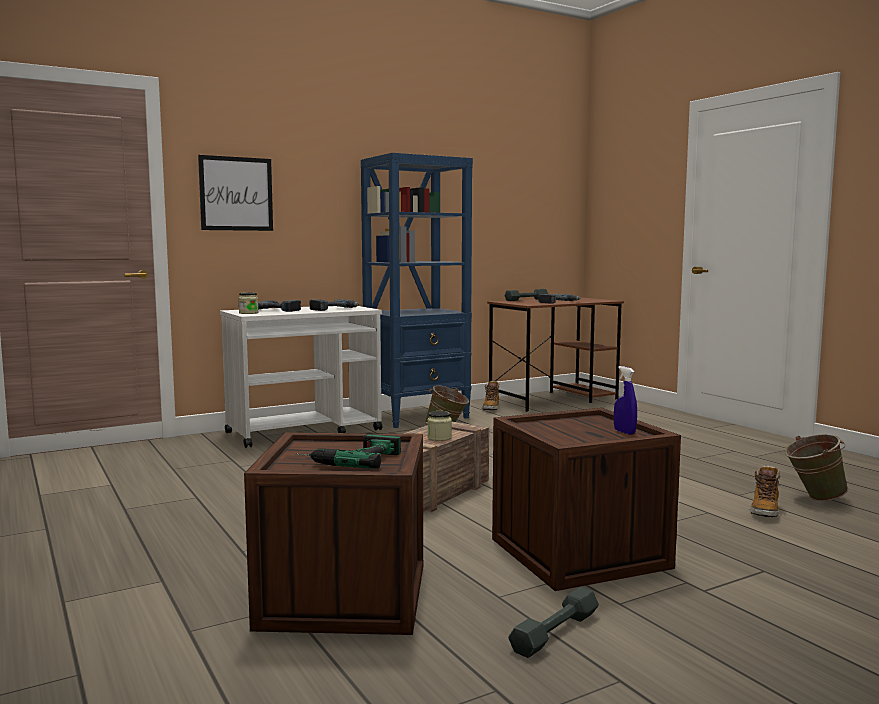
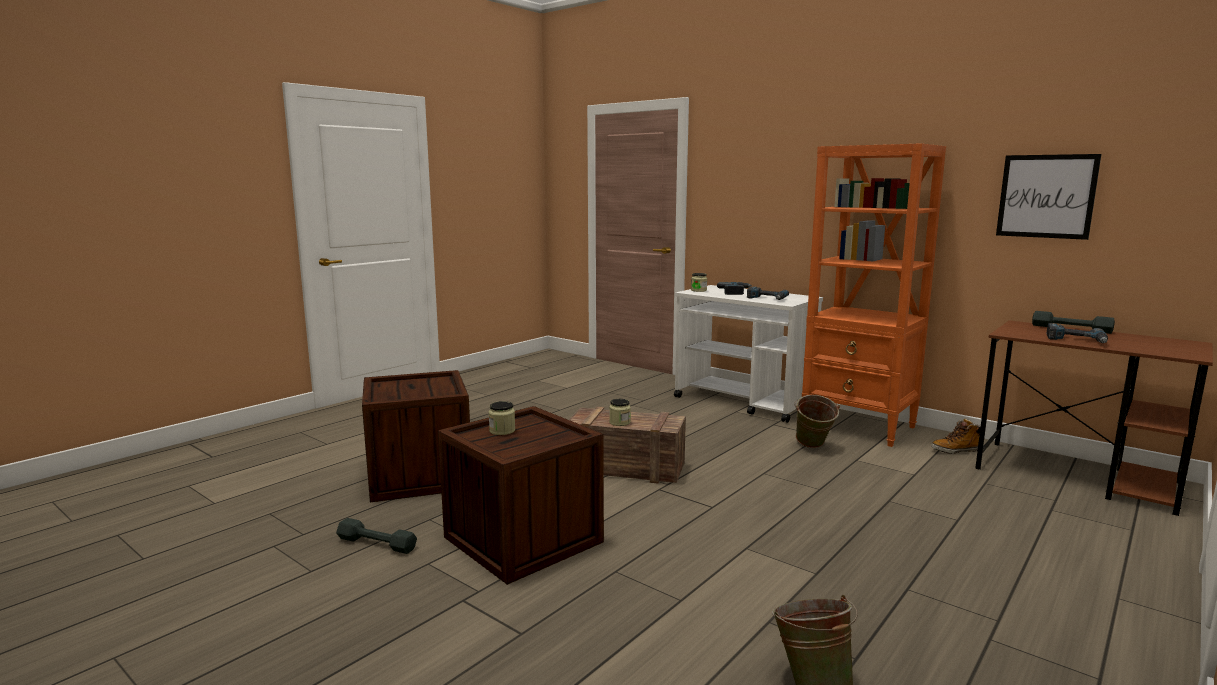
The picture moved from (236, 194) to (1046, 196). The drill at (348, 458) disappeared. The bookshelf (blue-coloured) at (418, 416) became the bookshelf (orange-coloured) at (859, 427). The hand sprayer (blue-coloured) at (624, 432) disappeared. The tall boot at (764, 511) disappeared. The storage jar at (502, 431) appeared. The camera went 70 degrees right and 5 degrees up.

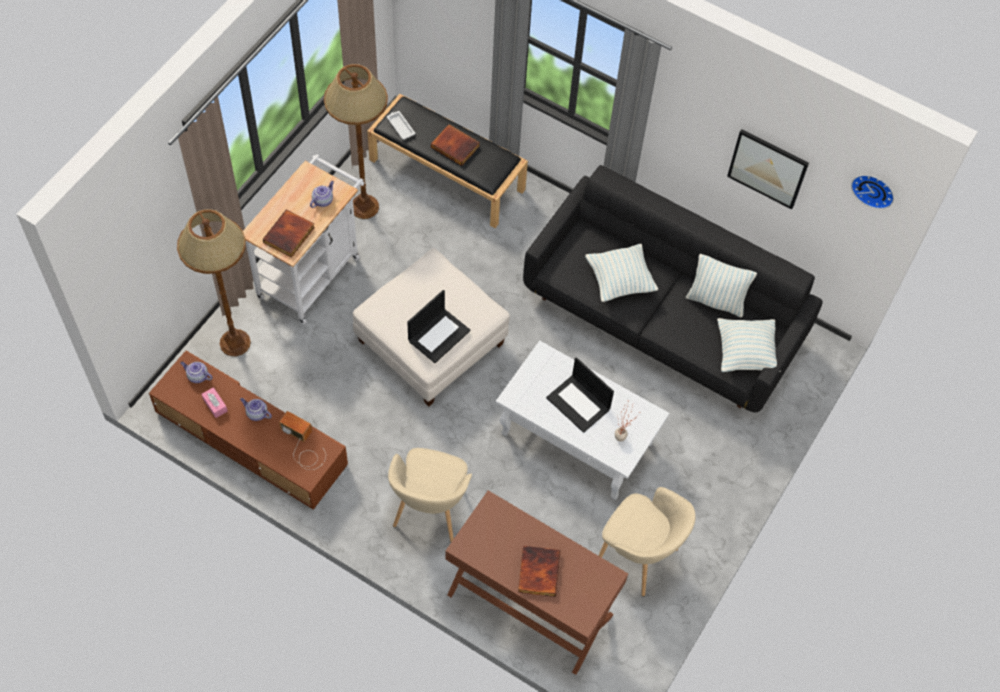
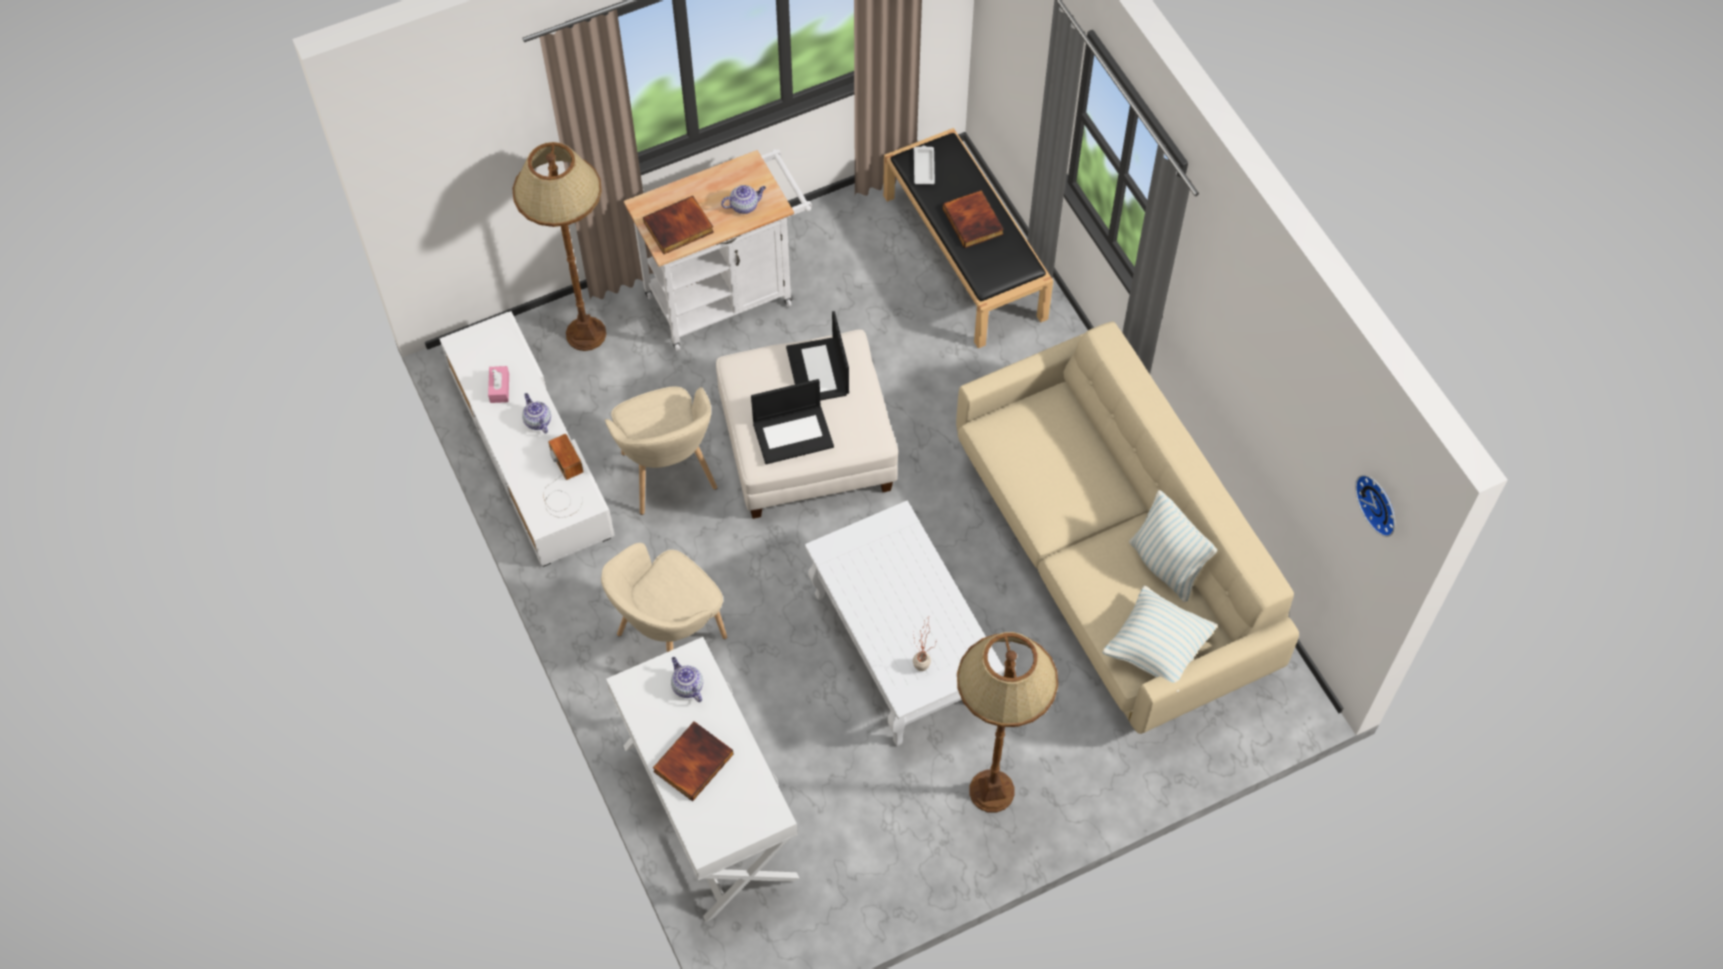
The media console (brownish) at (251, 439) became the media console (white-coloured) at (530, 451). The teapot moved from (197, 376) to (687, 686). The standard lamp (brownish) moved from (364, 207) to (991, 791). The hall table (brownish) at (529, 605) became the hall table (white-coloured) at (708, 811). The settee (blackish) at (662, 319) became the settee (beige-coloured) at (1109, 561). The notebook computer moved from (579, 403) to (818, 371). The throw pillow at (619, 281) disappeared. The armchair (beige-coloured) moved from (639, 558) to (668, 475). The picture at (767, 168) disappeared. The camera went 35 degrees right and 0 degrees up.

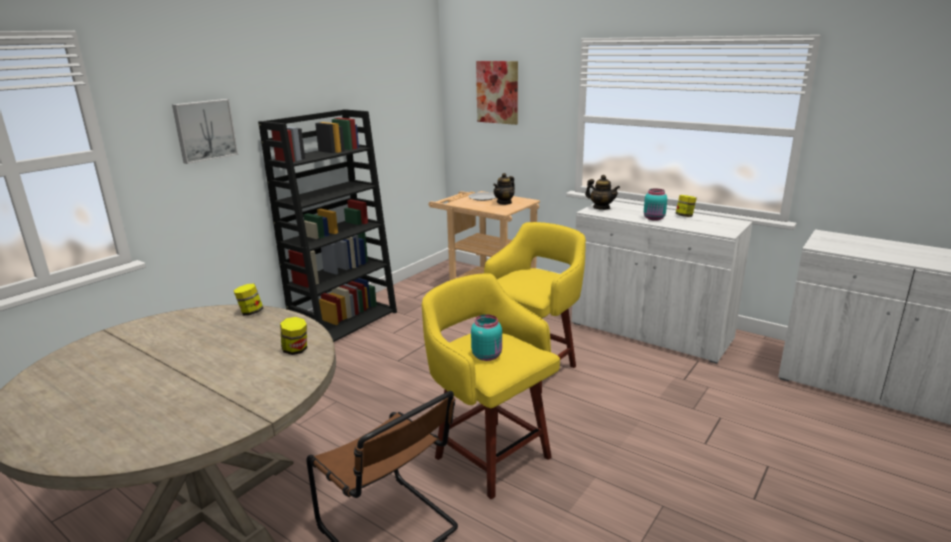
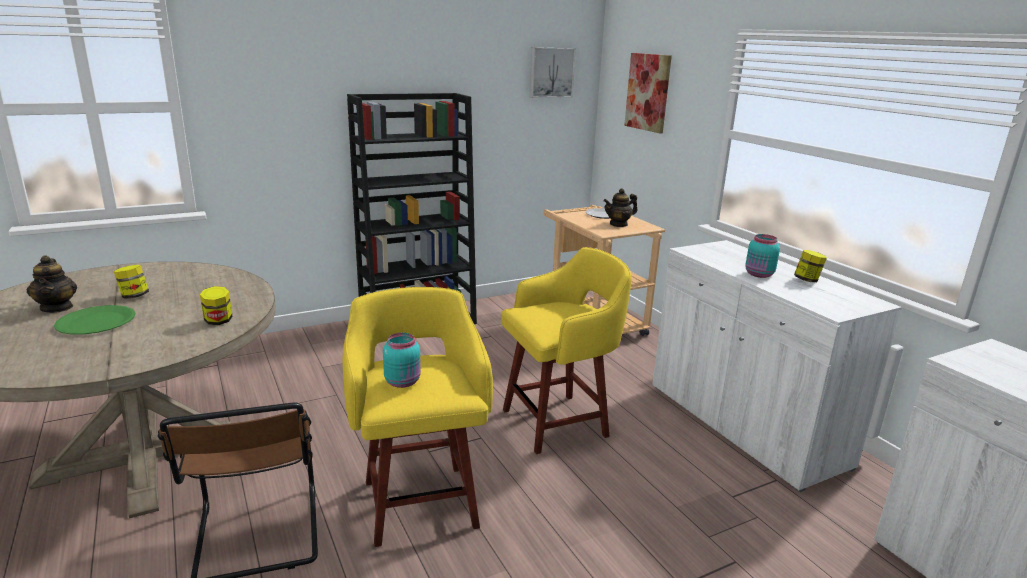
The picture moved from (204, 130) to (551, 72). The storage jar moved from (250, 312) to (134, 296). The teapot moved from (601, 208) to (57, 308). The plate (green-coloured) at (96, 322) appeared. The camera went 25 degrees right and 0 degrees up.

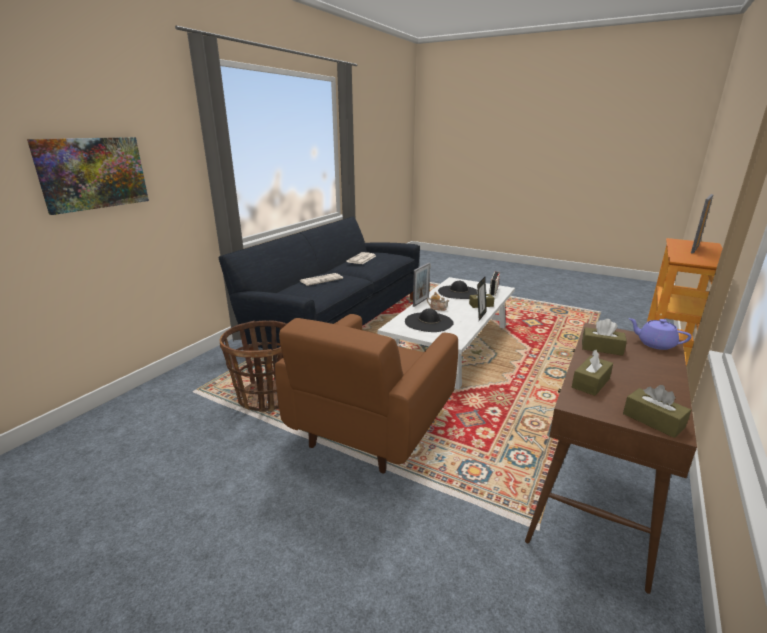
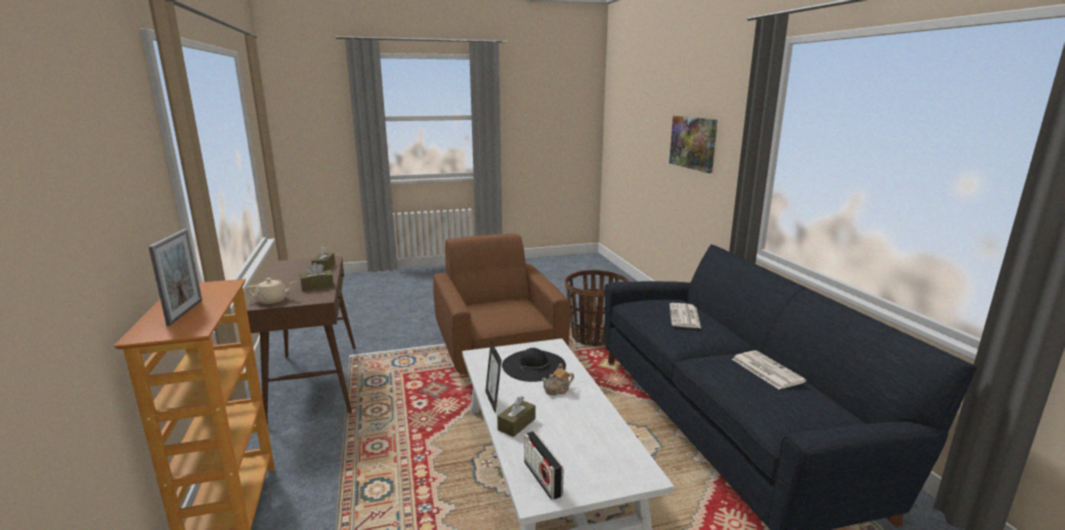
The picture frame at (421, 302) disappeared. The clothing hat (blackish) at (458, 292) disappeared. The tissue holder (brownish) at (653, 420) disappeared. The teapot (purple-coloured) at (655, 344) became the teapot (beige-coloured) at (273, 300). The camera went 135 degrees right and 5 degrees down.

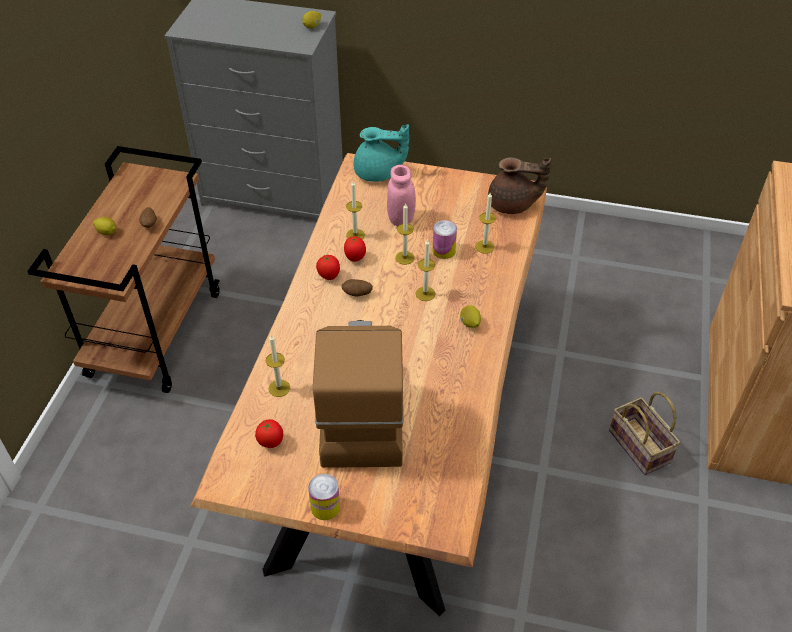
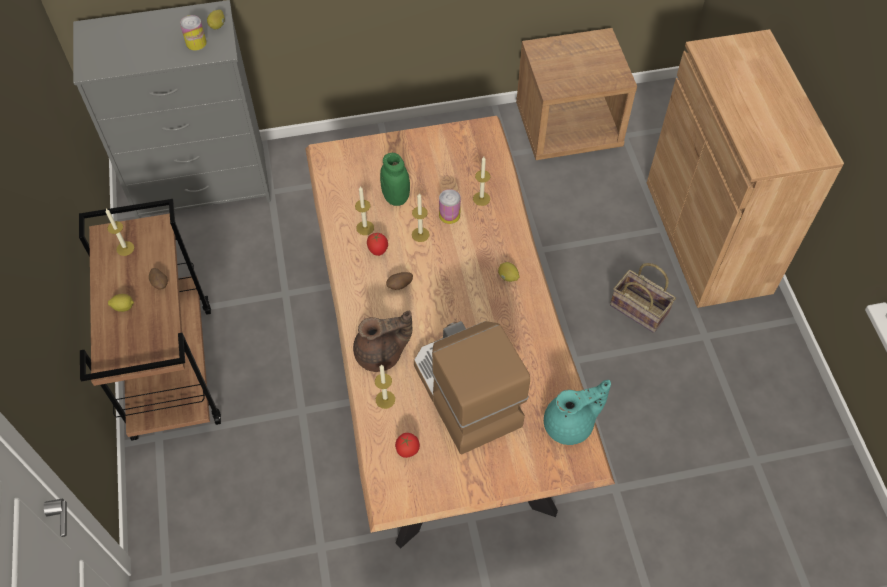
The metal can moved from (325, 507) to (196, 43). The tomato at (329, 276) disappeared. The teapot (turquoise-coloured) moved from (378, 173) to (570, 424). The storage jar (pinkish) at (400, 219) became the storage jar (green-coloured) at (396, 197). The wax light moved from (425, 293) to (125, 248). The teapot (brownish) moved from (512, 205) to (381, 354). The nightstand (brownish) at (568, 127) appeared. The camera went 25 degrees left and 10 degrees up.

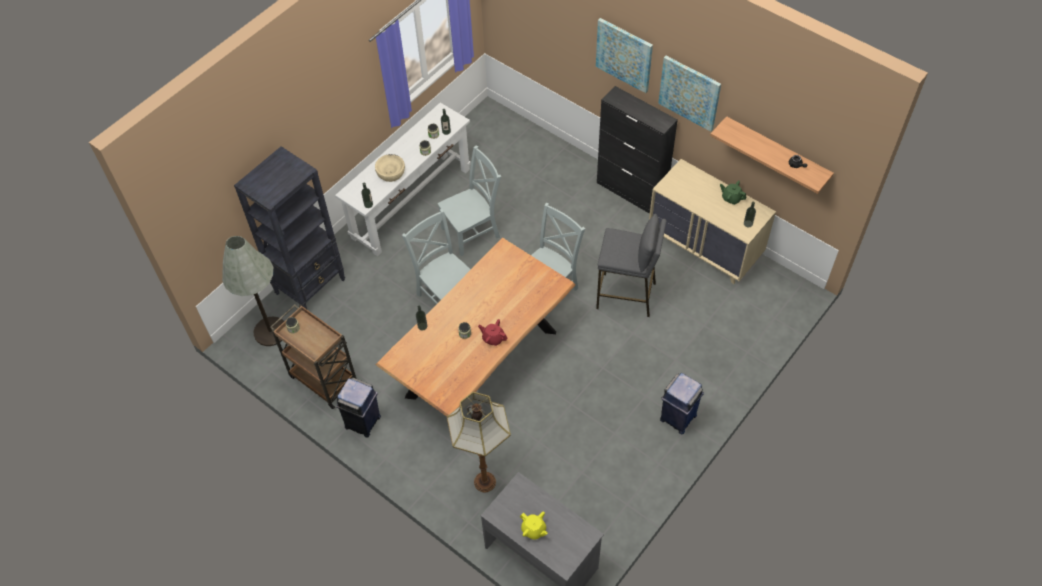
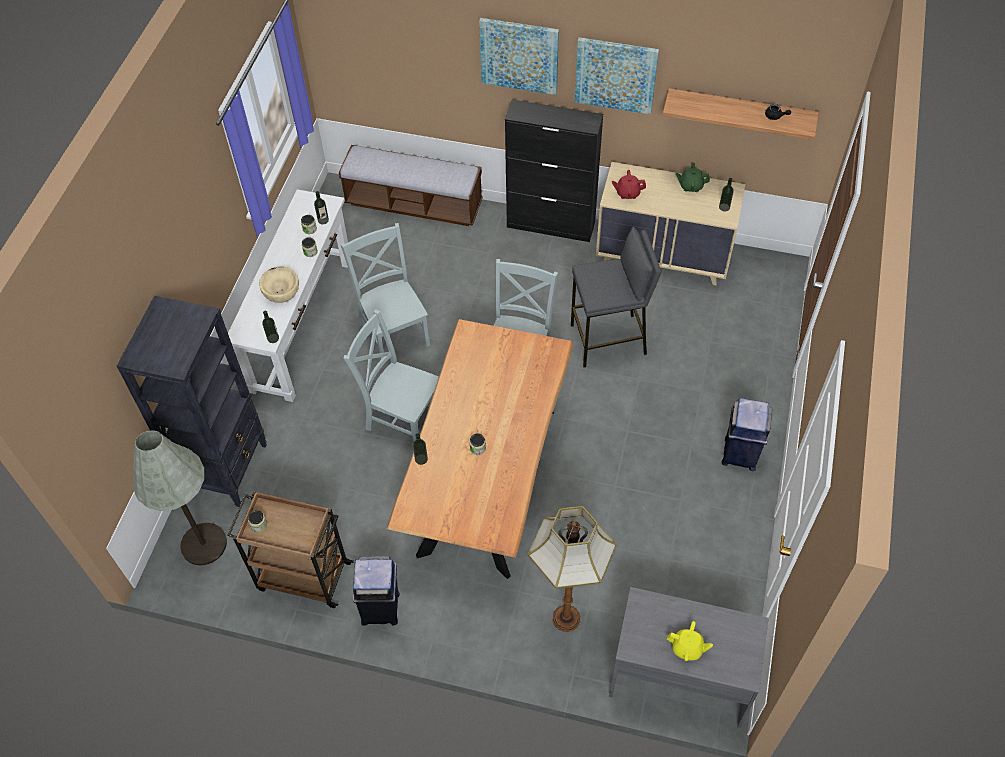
The chair (grey) at (473, 231) turned 60 degrees counterclockwise. The teapot (red) moved from (493, 338) to (627, 193). The bench at (414, 204) appeared. The camera went 25 degrees left and 0 degrees up.

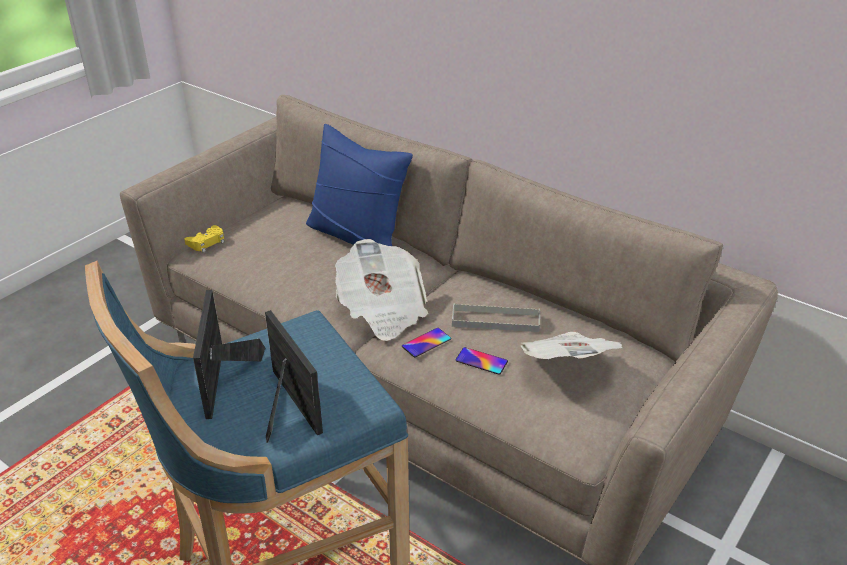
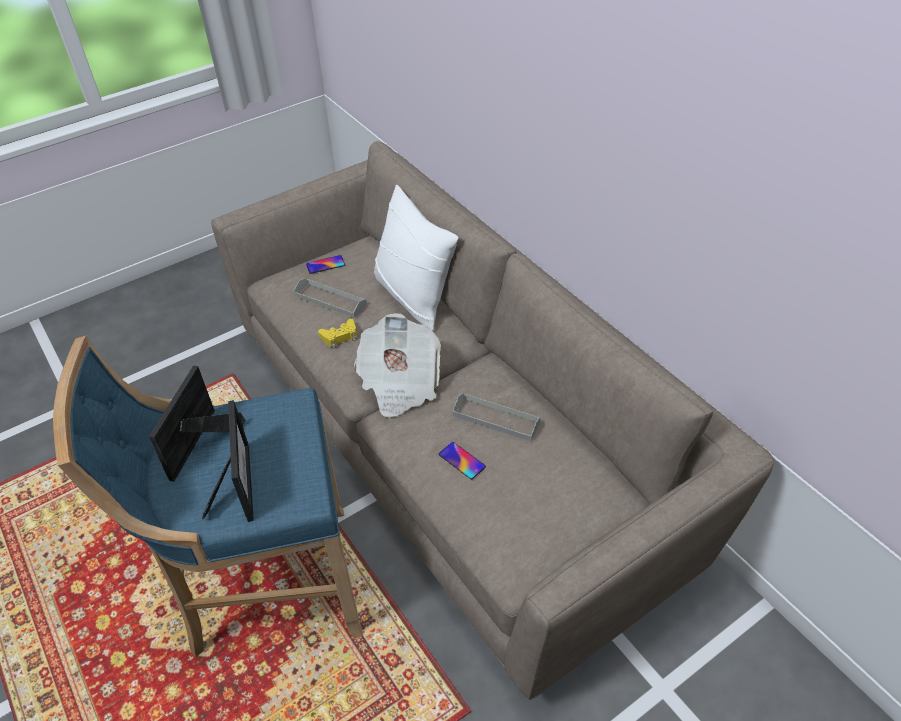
The joypad (yellow-coloured) moved from (207, 242) to (340, 336). The throw pillow (blue-coloured) at (357, 236) became the throw pillow (white-coloured) at (414, 296). The phone moved from (426, 343) to (325, 265). The daily paper at (567, 366) disappeared. The carrying tray (grey) at (330, 300) appeared. The camera went 20 degrees right and 10 degrees up.

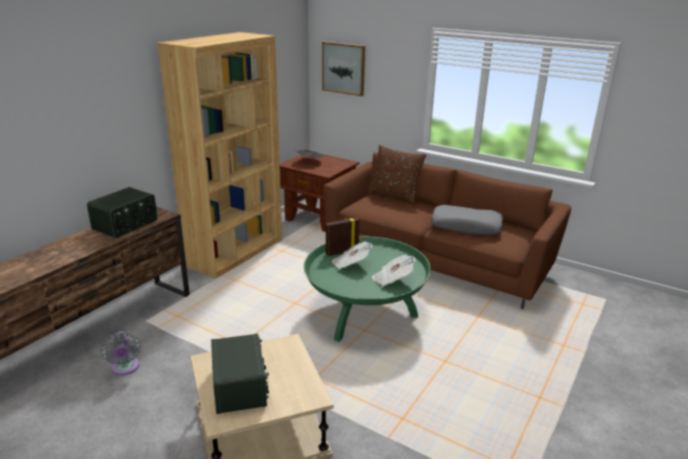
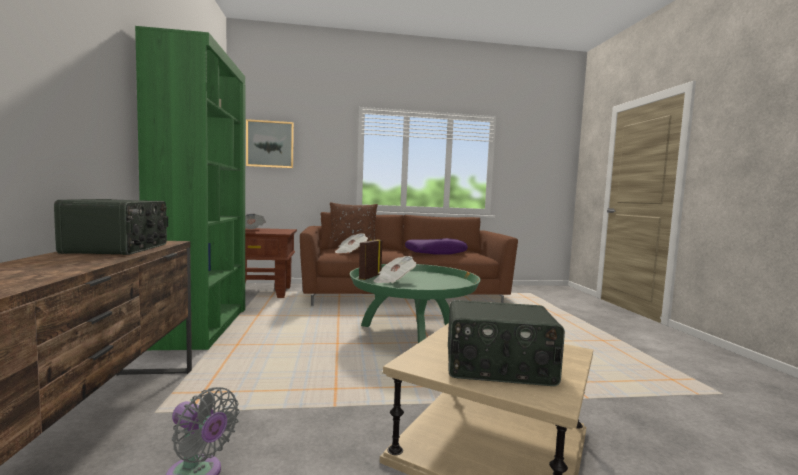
The bookshelf (brownish) at (236, 252) became the bookshelf (green-coloured) at (202, 326). The radio receiver at (241, 387) turned 150 degrees clockwise. The daily paper moved from (392, 280) to (350, 252). The throw pillow (grey) at (466, 227) became the throw pillow (purple-coloured) at (435, 253). The camera went 40 degrees left and 20 degrees down.

